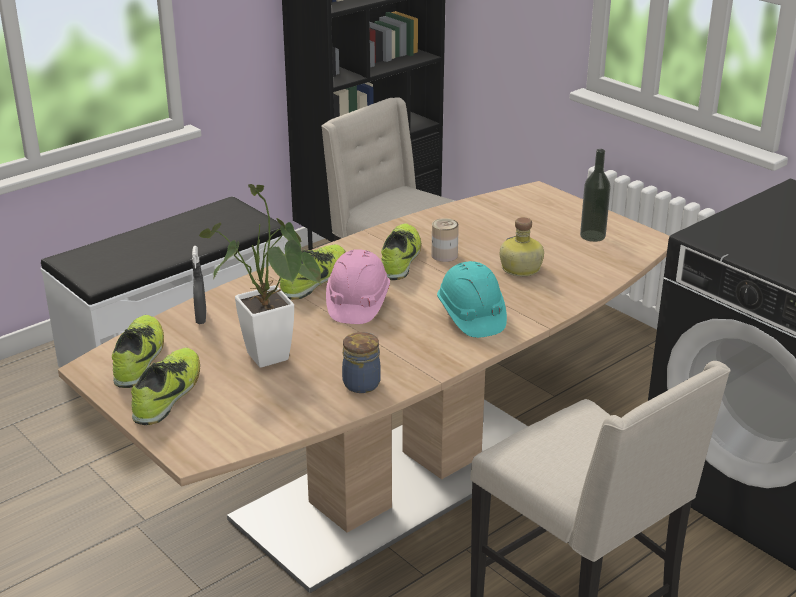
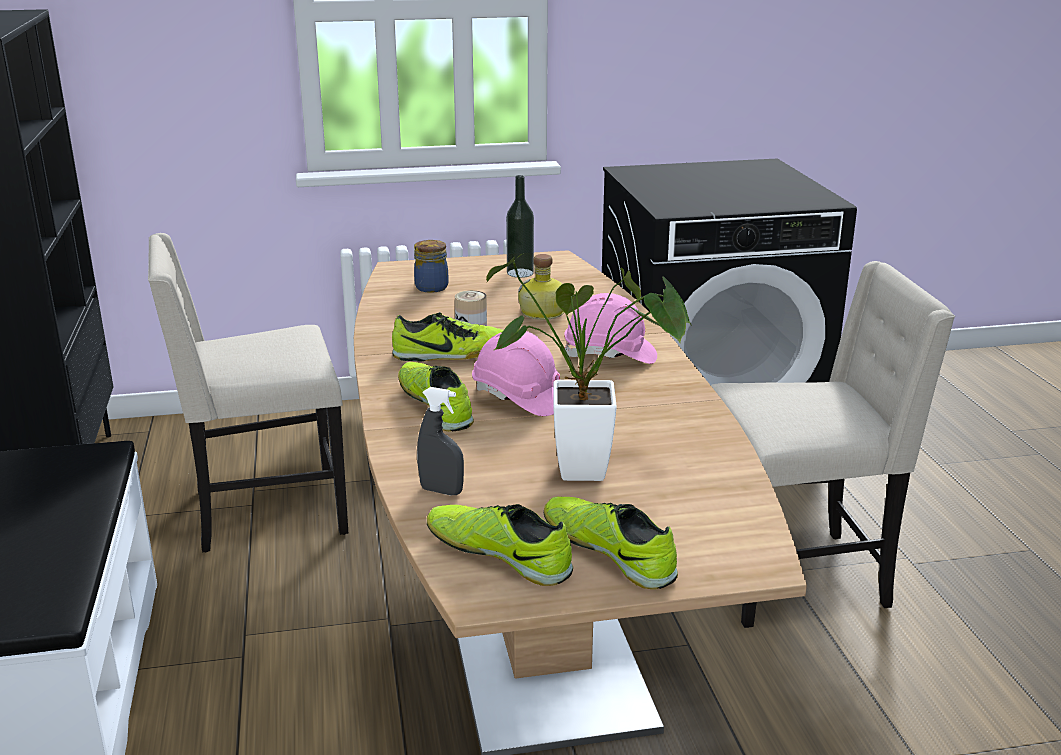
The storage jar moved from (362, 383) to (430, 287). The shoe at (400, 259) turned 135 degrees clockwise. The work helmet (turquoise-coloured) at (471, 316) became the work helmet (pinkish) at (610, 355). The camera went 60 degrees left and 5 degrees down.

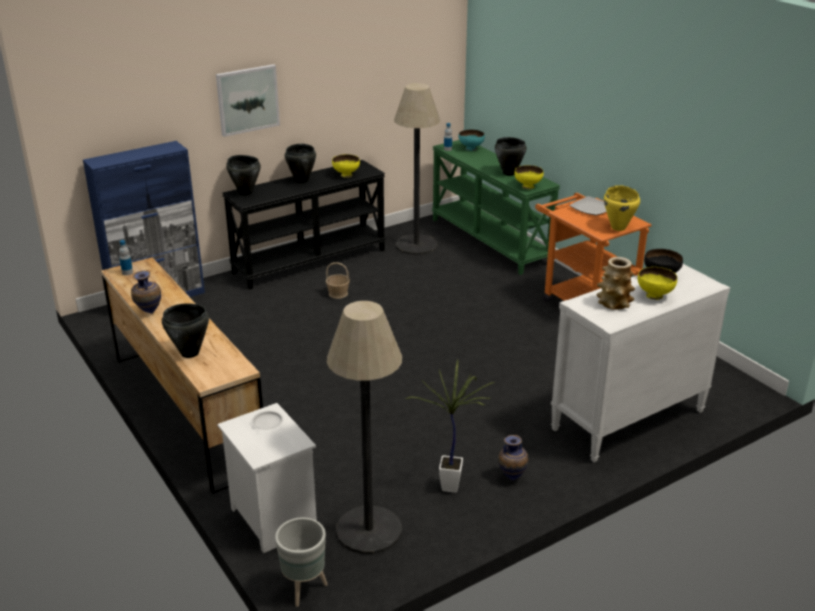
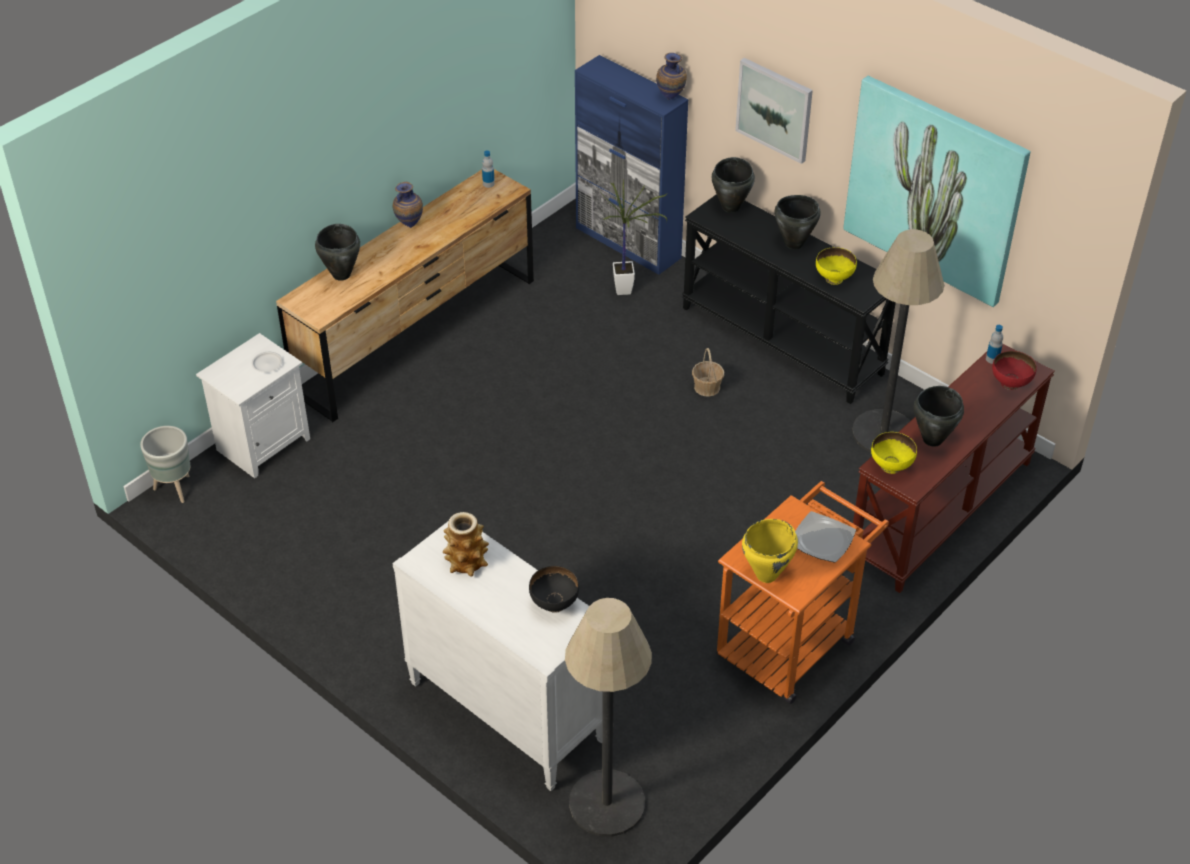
The standard lamp moved from (369, 530) to (607, 803). The plant in a pot moved from (453, 485) to (627, 291). The hall table (green-coloured) at (490, 241) became the hall table (brownish) at (941, 512). The bowl (turquoise-coloured) at (471, 149) became the bowl (red) at (1010, 384). The vase moved from (512, 477) to (671, 98). The bowl (yellow-coloured) at (654, 296) disappeared. The picture at (935, 189) appeared. The camera went 75 degrees right and 15 degrees up.

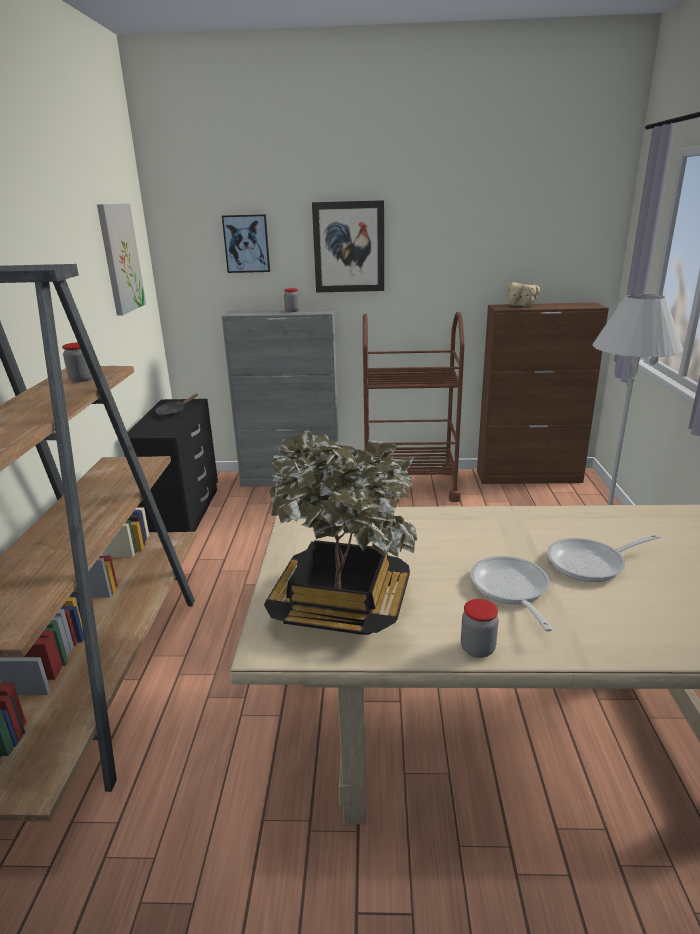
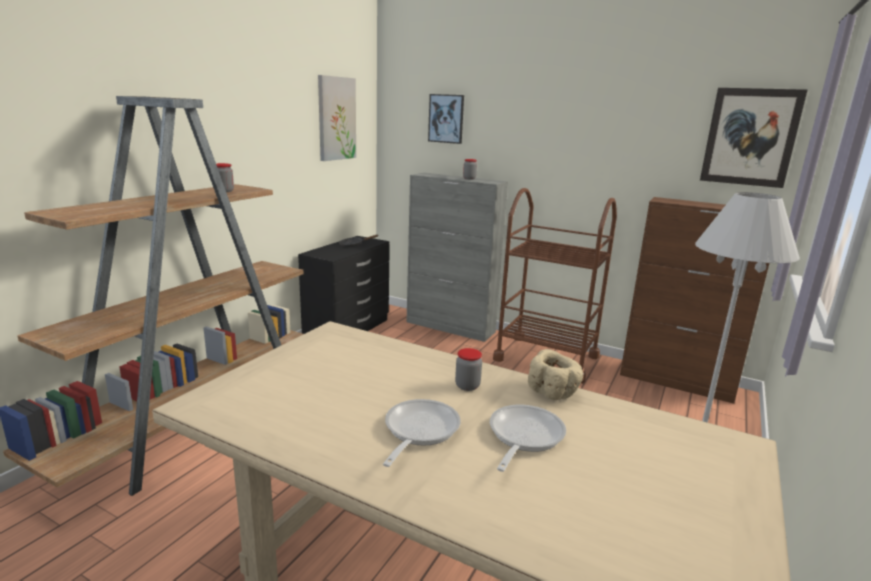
The plant in a pot at (340, 606) disappeared. The picture moved from (349, 247) to (750, 137). The storage jar moved from (477, 649) to (467, 386). The bowl (beige-coloured) moved from (521, 305) to (553, 392). The pan at (592, 563) turned 105 degrees clockwise. The camera went 25 degrees right and 5 degrees down.

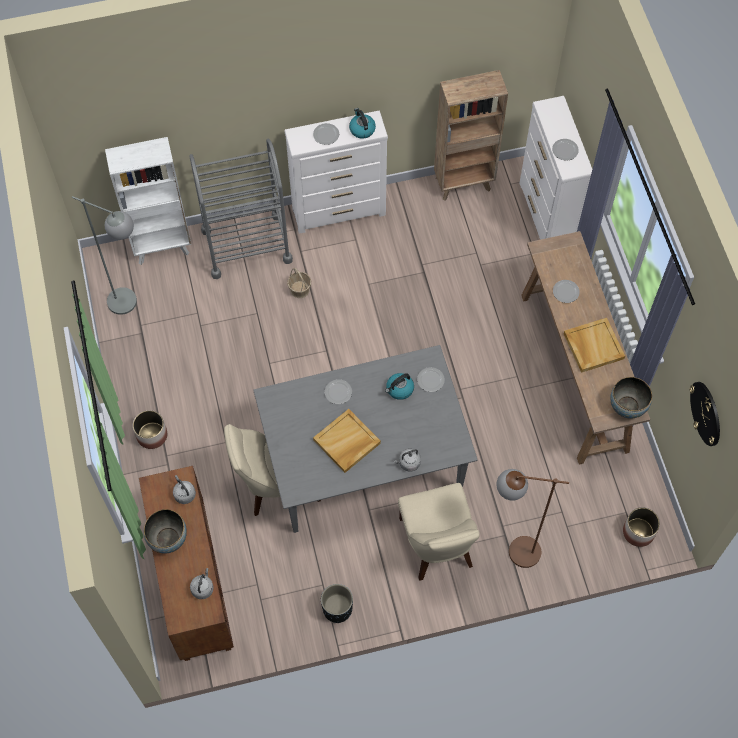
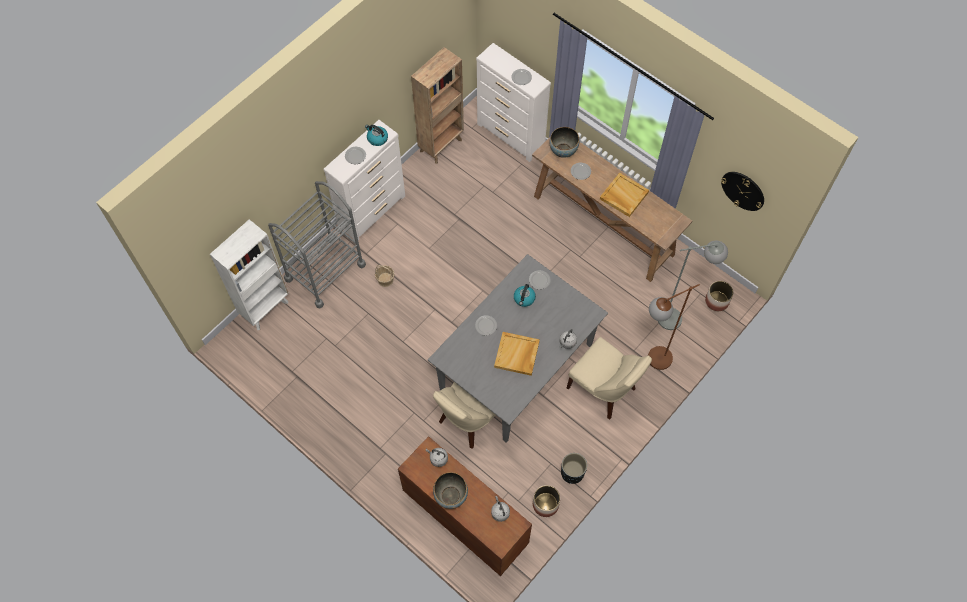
The standard lamp (grey) moved from (131, 305) to (678, 317). The flower pot moved from (152, 435) to (545, 504). The bowl moved from (627, 407) to (563, 151). The camera went 35 degrees left and 0 degrees up.

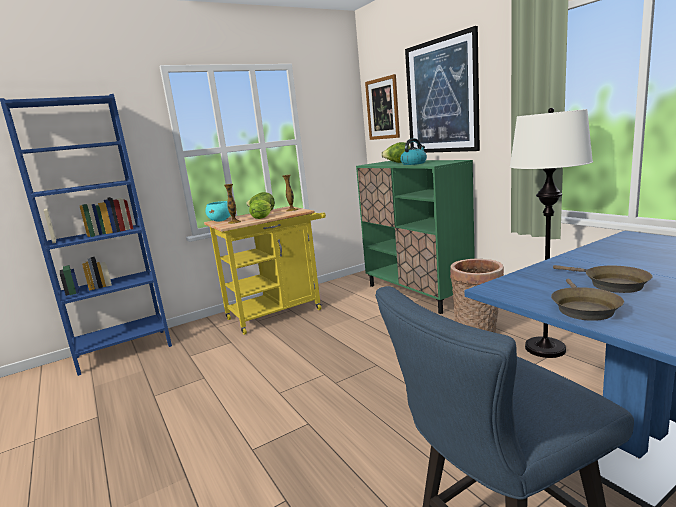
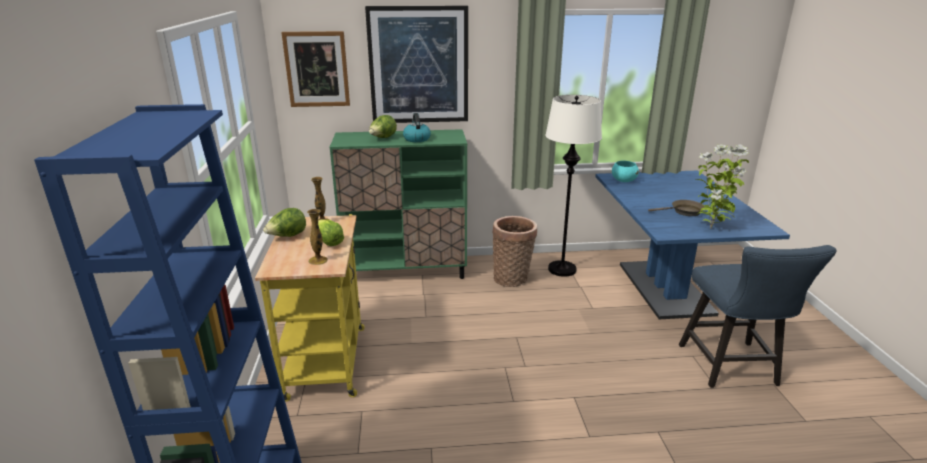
The bowl (turquoise-coloured) moved from (220, 220) to (623, 180). The pan (brownish) at (583, 308) was replaced by the plant in a pot at (711, 228). The camera went 65 degrees left and 10 degrees up.

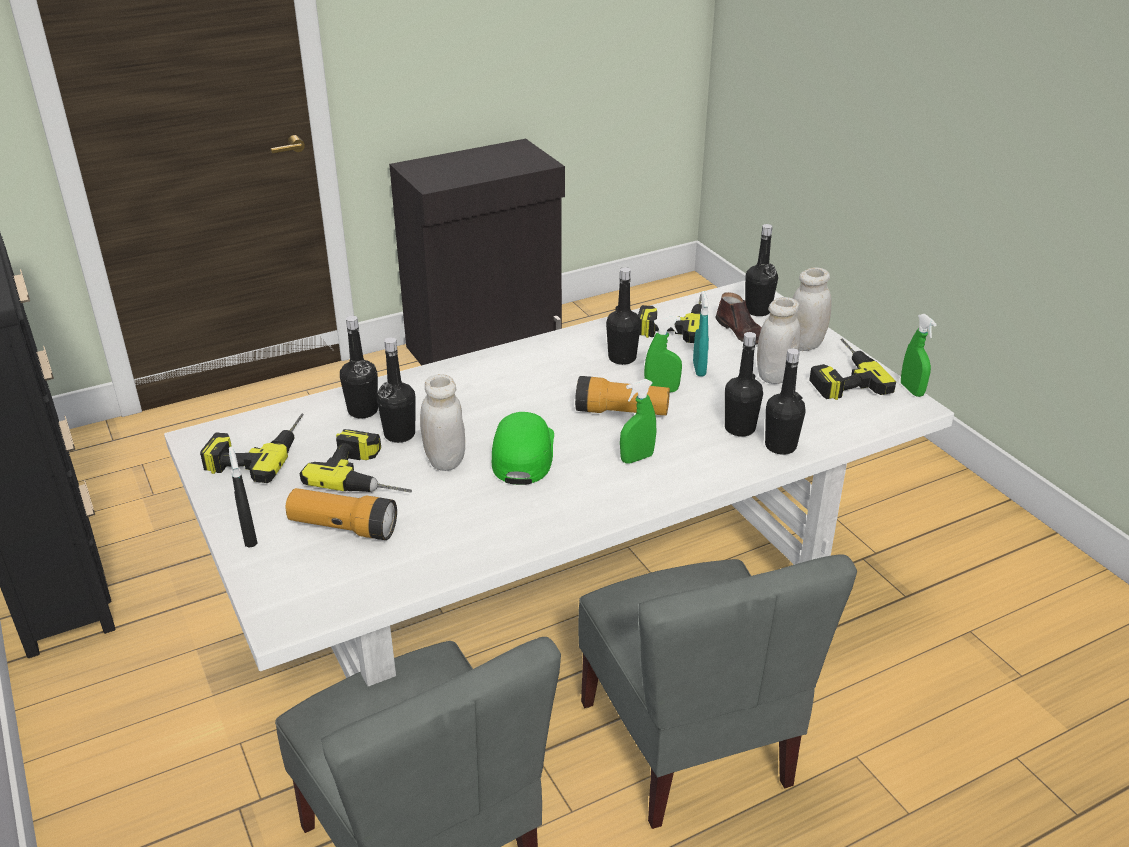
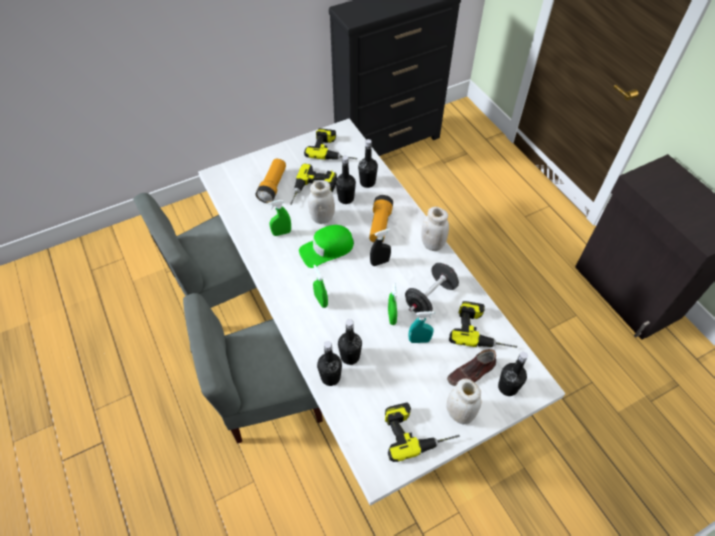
The hand sprayer (blackish) moved from (249, 537) to (380, 262). The peaked cap (green-coloured) at (522, 454) turned 150 degrees clockwise. The hand torch moved from (621, 412) to (380, 225). The drink bottle (blackish) at (622, 358) was replaced by the dumbbell (blackish) at (430, 297). The storage jar (white-coloured) moved from (774, 376) to (432, 244). The hand sprayer (green-coloured) moved from (912, 390) to (281, 233). The camera went 90 degrees right and 20 degrees up.

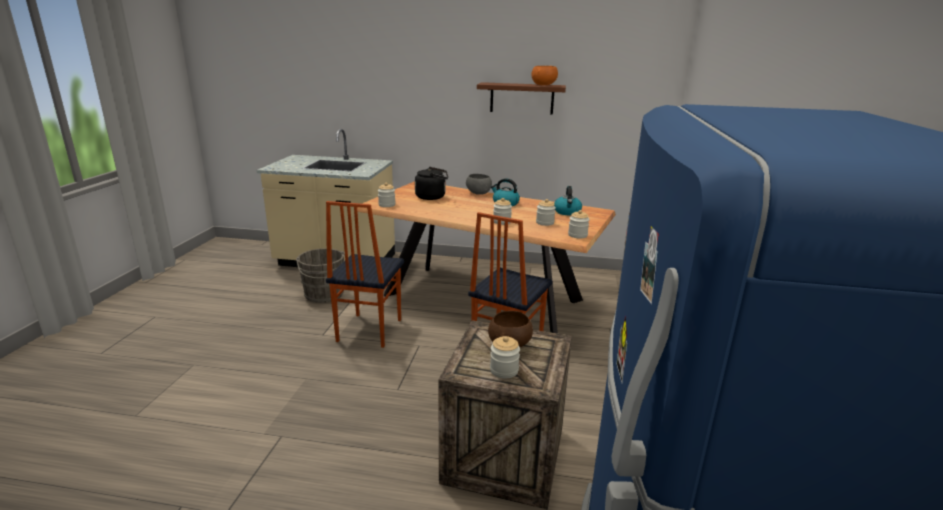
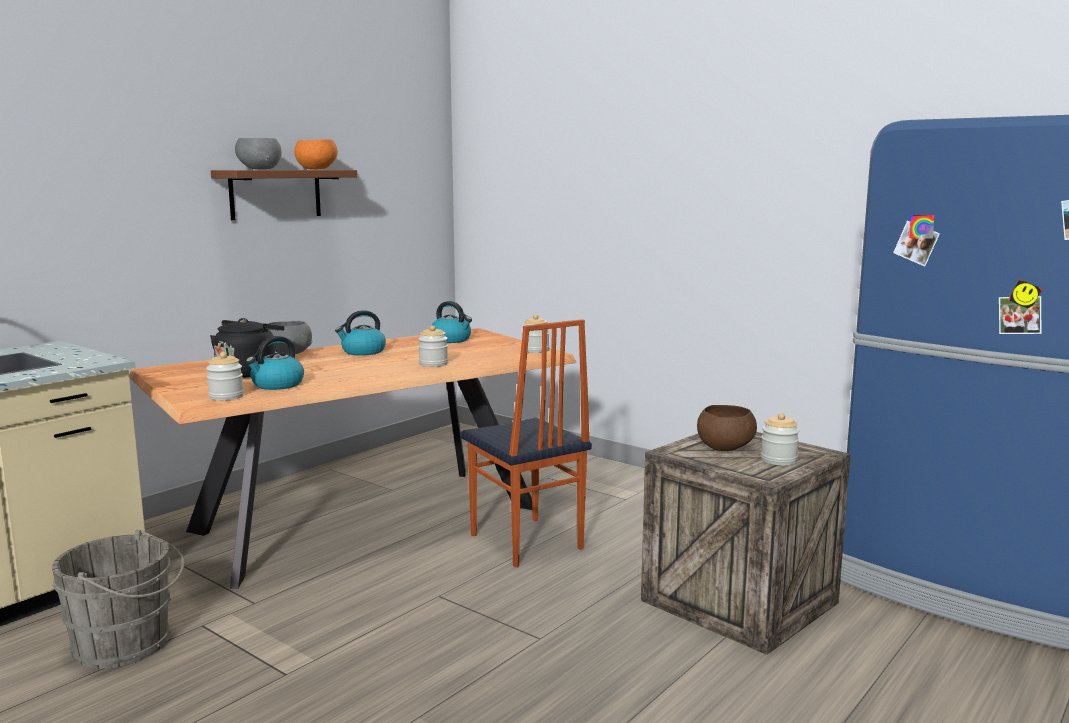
The chair at (368, 330) disappeared. The storage jar at (545, 223) disappeared. The bowl (grey) at (259, 169) appeared. The tea kettle at (277, 385) appeared. The camera went 60 degrees left and 10 degrees down.

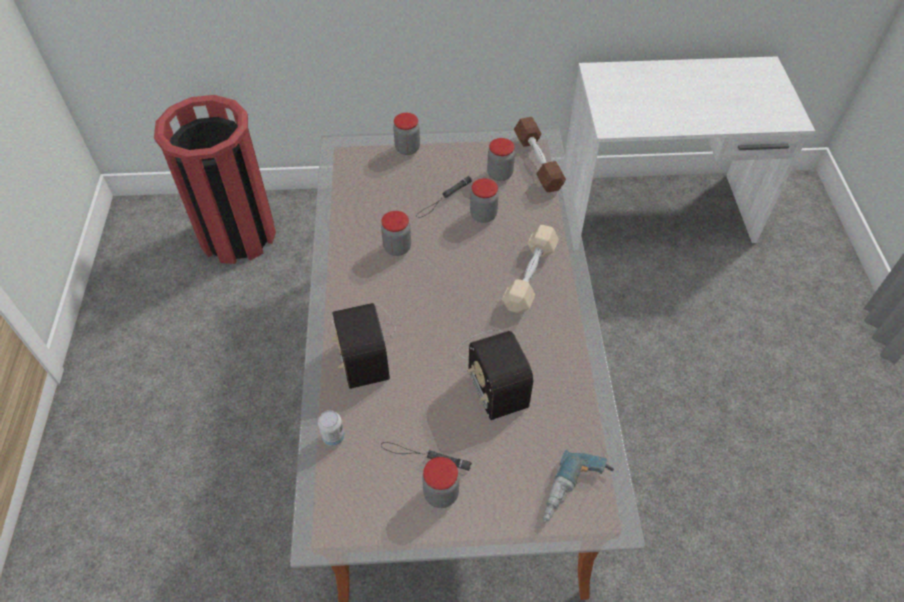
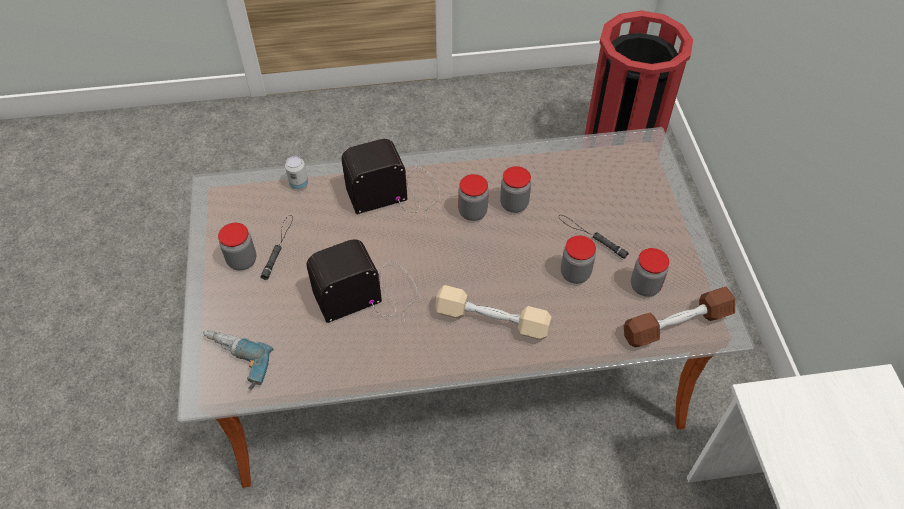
The storage jar moved from (407, 148) to (472, 212). The camera went 85 degrees right and 0 degrees up.

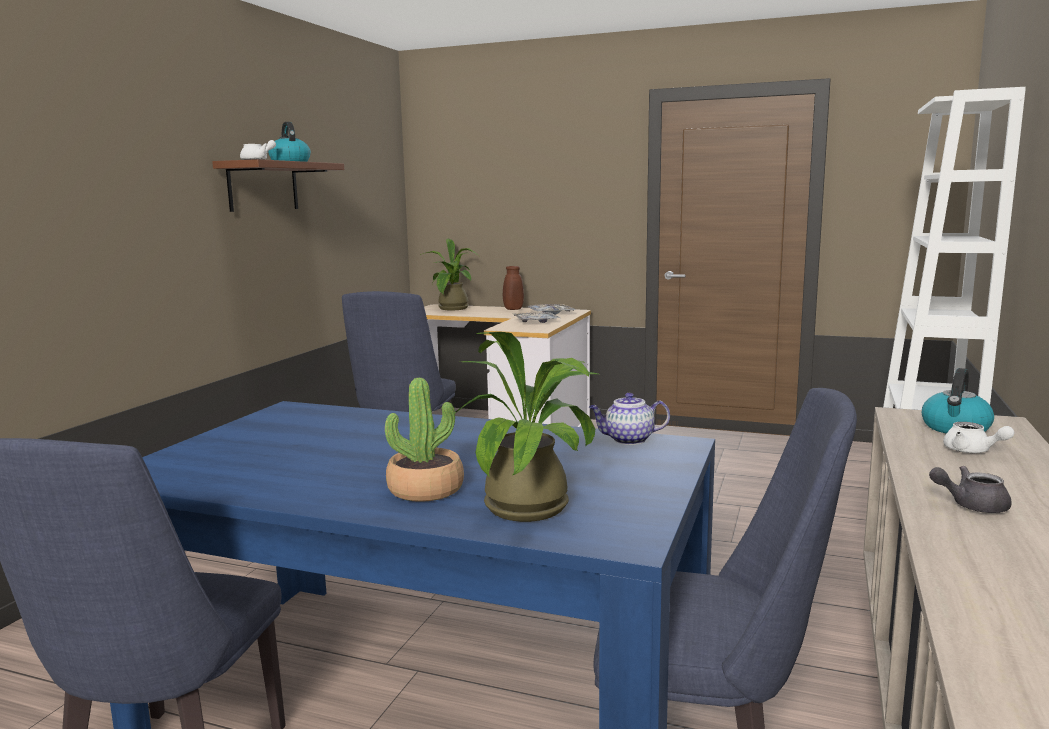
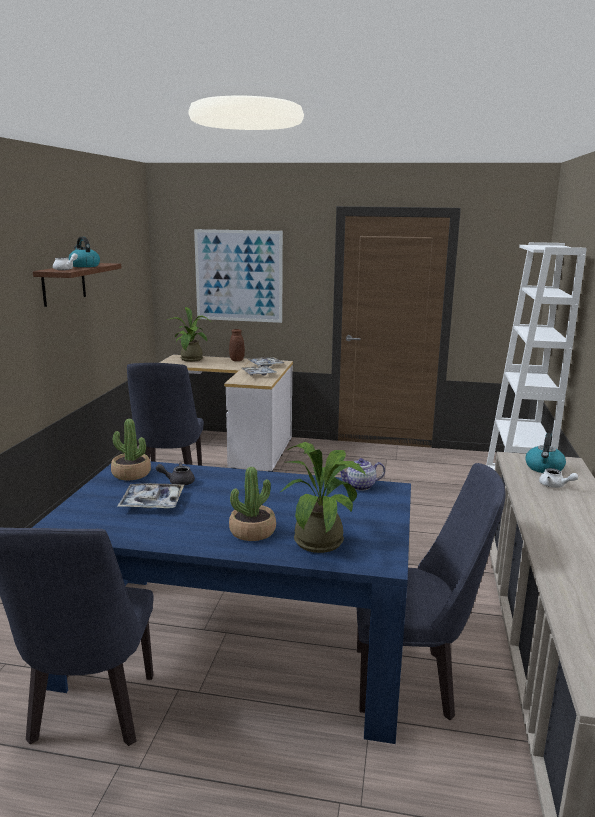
The teapot (grey) moved from (971, 505) to (178, 482). The plant in a pot at (131, 474) appeared. The carrying tray at (152, 502) appeared. The picture at (238, 276) appeared. The camera went 10 degrees left and 5 degrees up.

